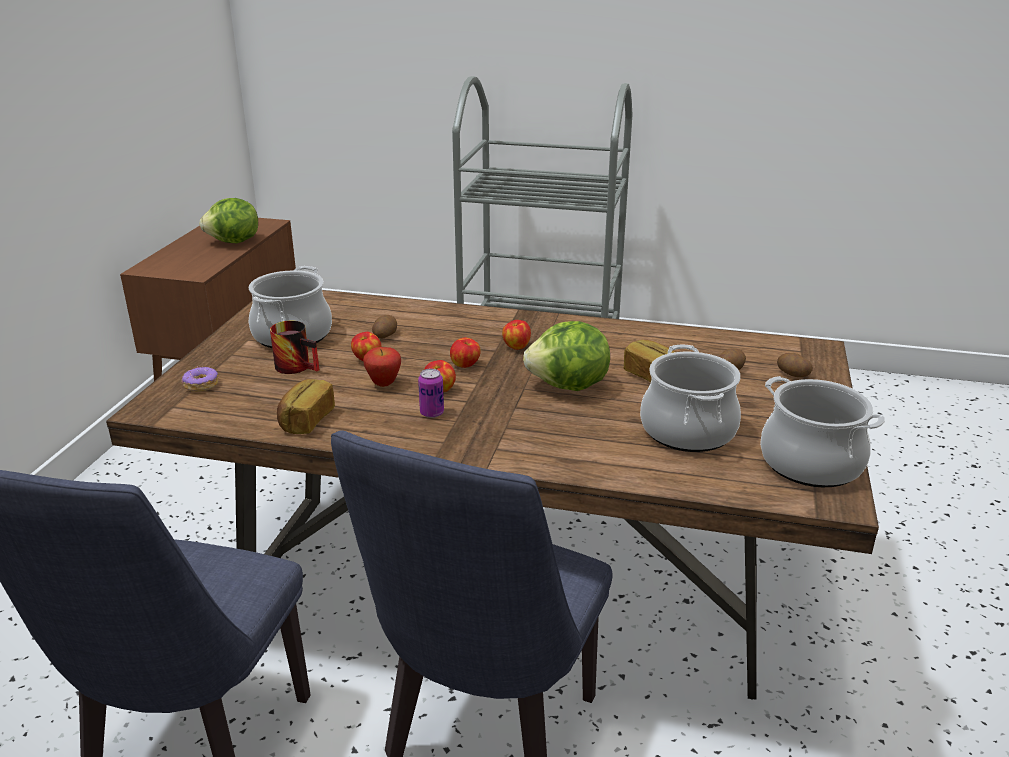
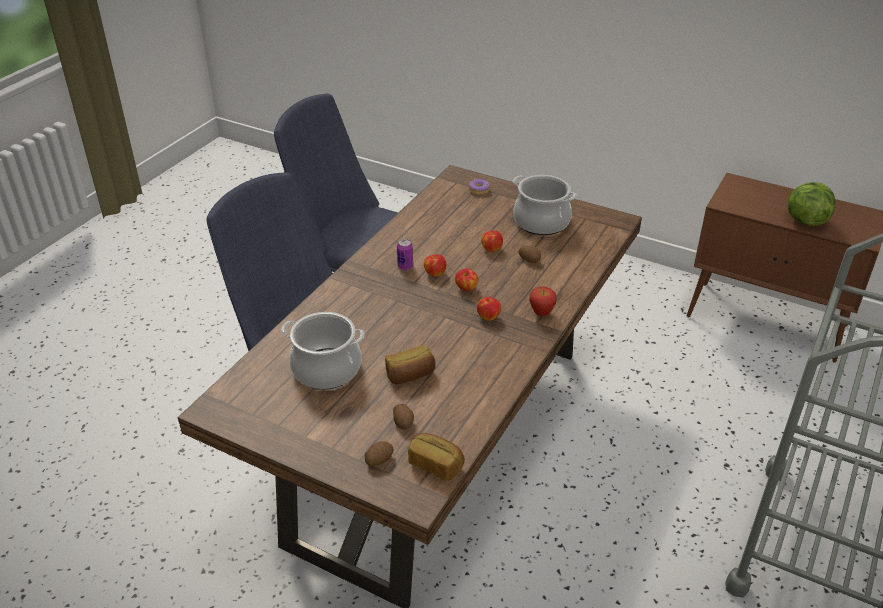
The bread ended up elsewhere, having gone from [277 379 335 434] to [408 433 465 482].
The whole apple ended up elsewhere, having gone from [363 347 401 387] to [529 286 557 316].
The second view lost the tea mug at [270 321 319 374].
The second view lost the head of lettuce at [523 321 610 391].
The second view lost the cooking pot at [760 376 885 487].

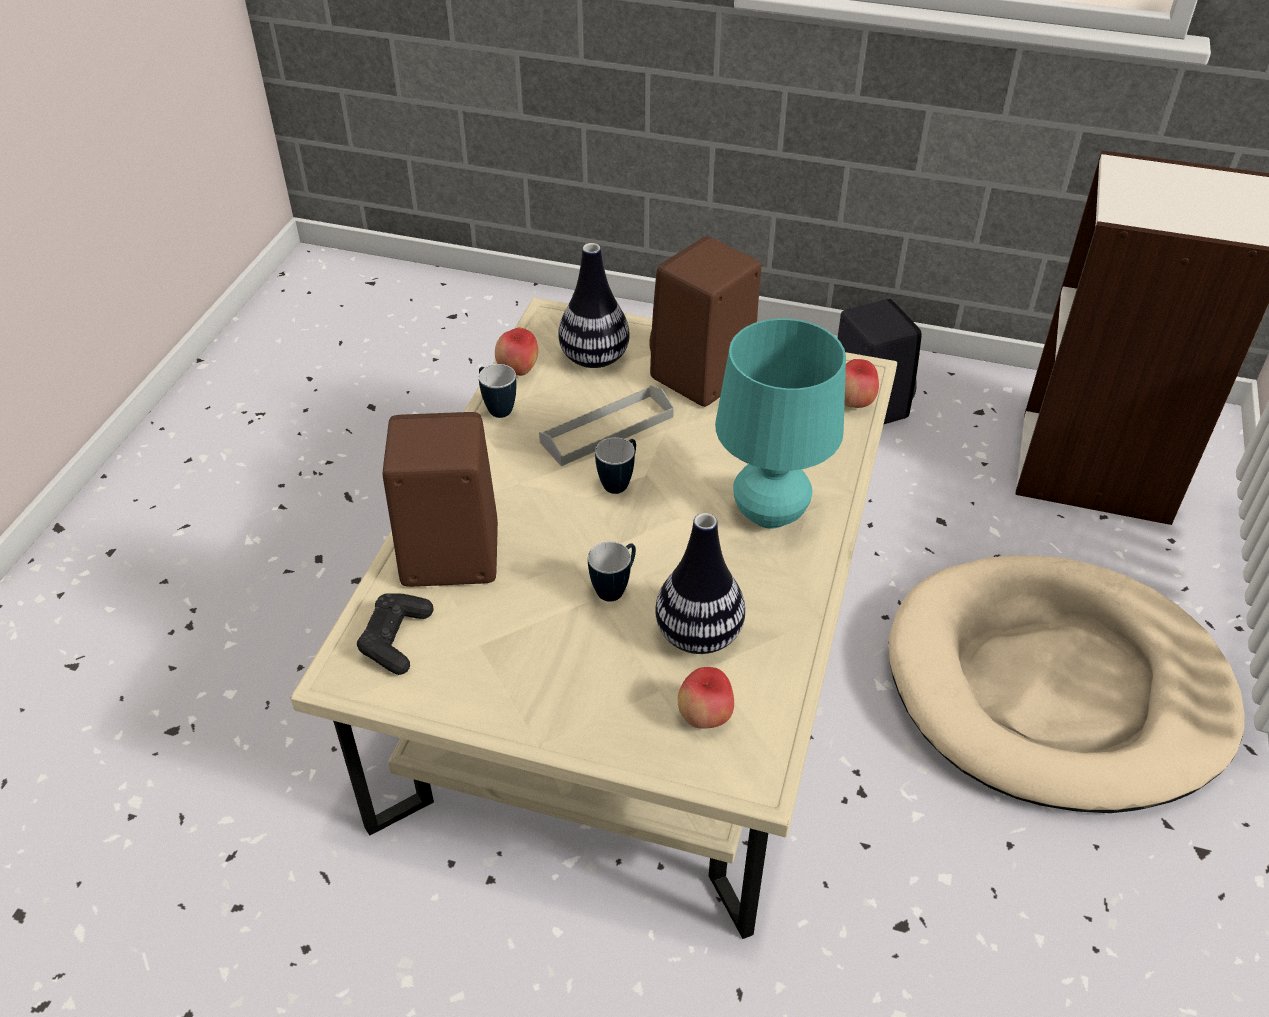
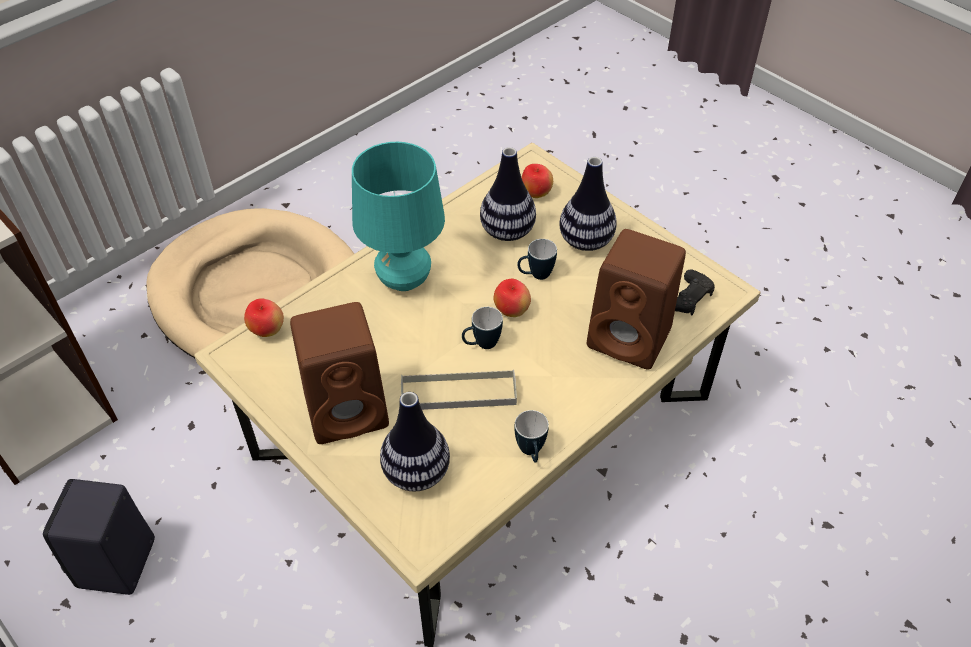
The whole apple ended up elsewhere, having gone from [495 327 538 376] to [494 279 531 317].
The second view gained the decorative vase at [560 157 617 251].

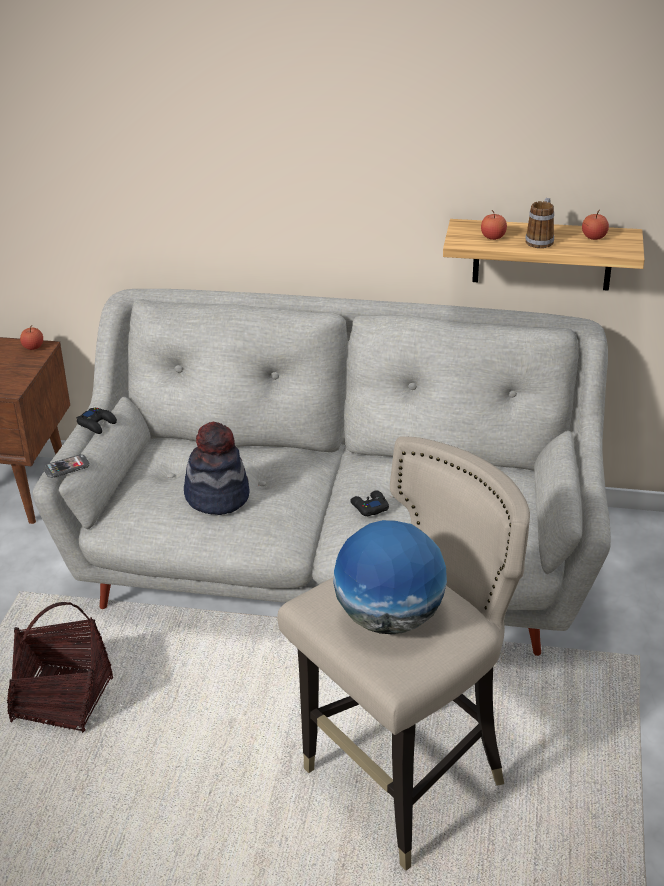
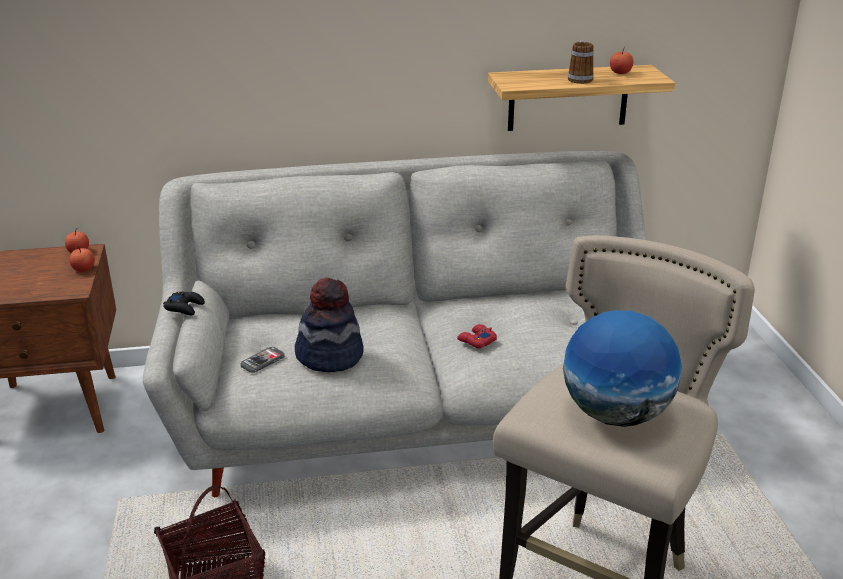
The whole apple ended up elsewhere, having gone from [481 210 507 240] to [69 246 95 272].
The phone ended up elsewhere, having gone from [43 454 90 478] to [240 347 285 373].
What was the black-coloured joypad at [350 490 389 516] turned into the red-coloured joypad at [457 324 497 348].

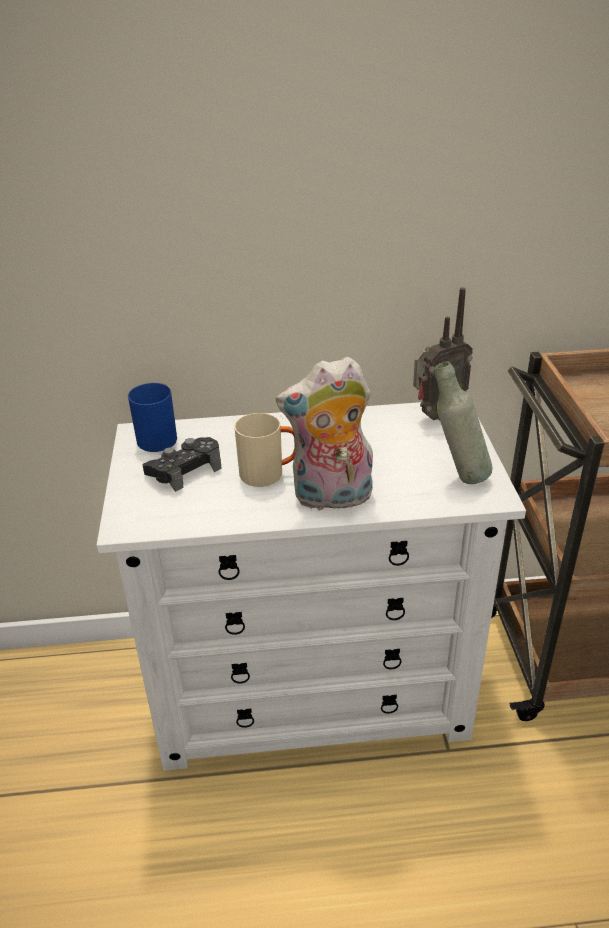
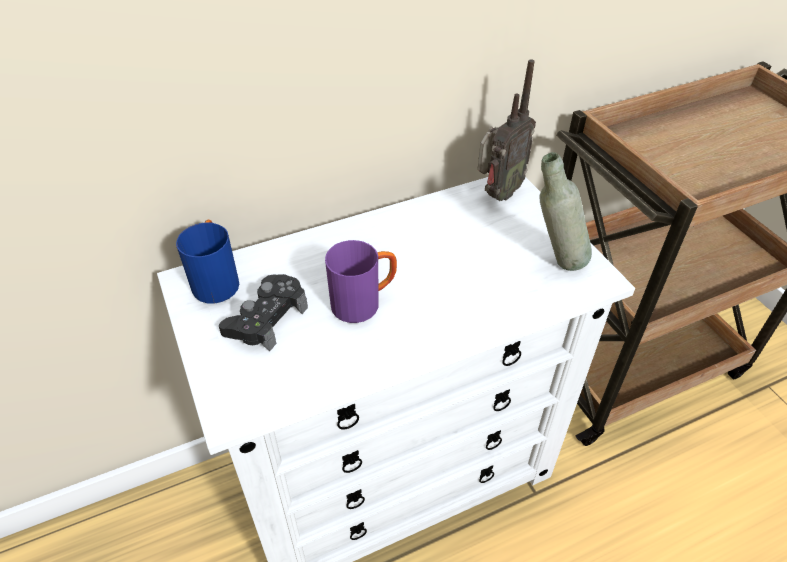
What was the sand-coloured tea mug at [234 413 295 487] turned into the purplish tea mug at [325 240 397 323].
The second view lost the plush toy at [276 357 373 510].

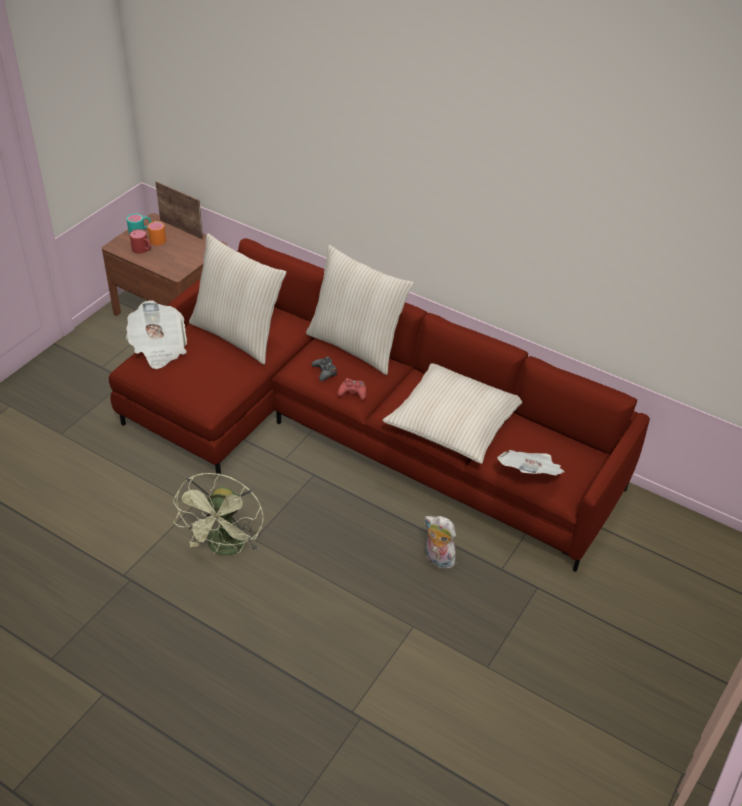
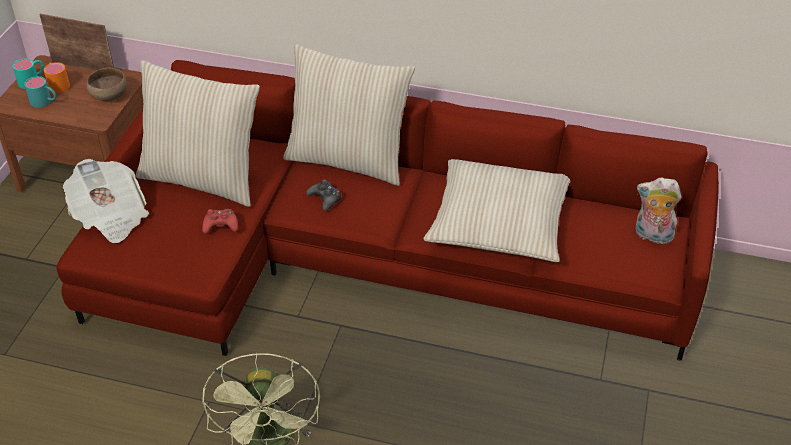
What was the red-coloured tea mug at [130 229 151 254] turned into the turquoise-coloured tea mug at [24 76 56 108].
The second view gained the brownish serving bowl at [87 68 127 101].
The red-coloured joypad ended up elsewhere, having gone from [338 378 366 400] to [202 209 238 234].
The plush toy ended up elsewhere, having gone from [425 516 456 569] to [636 177 682 244].
The second view lost the daily paper at [498 450 565 475].

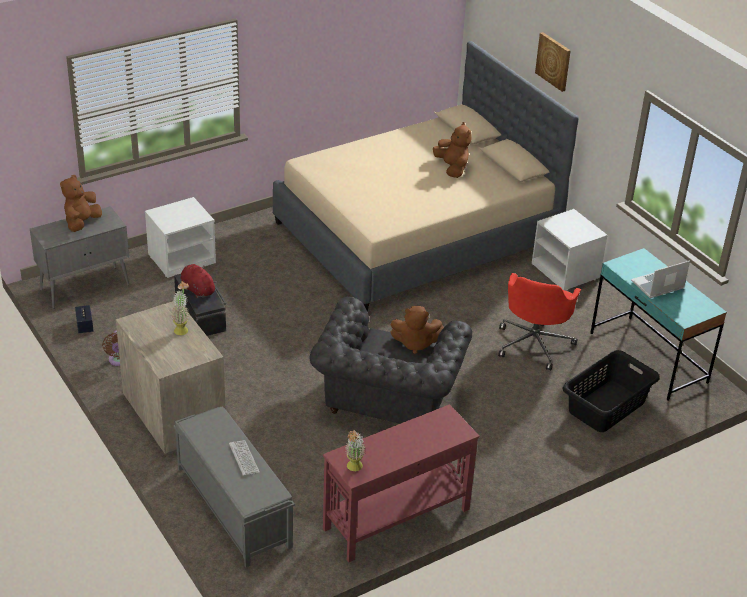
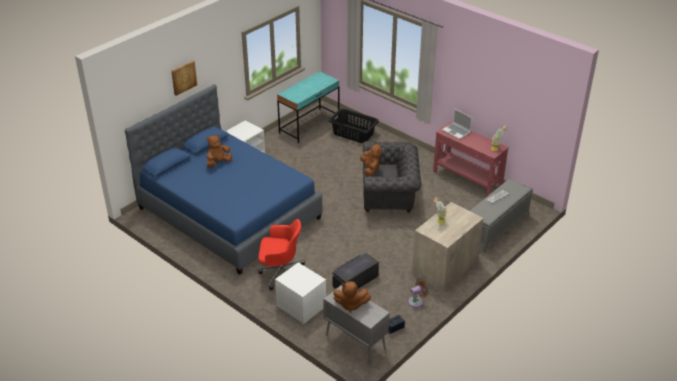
What was the sand-coloured bed at [273 41 579 311] turned into the blue bed at [125 84 323 275].
The red-coloured desk chair ended up elsewhere, having gone from [498 273 581 370] to [258 219 305 290].
The notebook computer ended up elsewhere, having gone from [631 260 690 298] to [442 109 472 139].
The second view lost the red-coloured plush toy at [181 264 217 298].

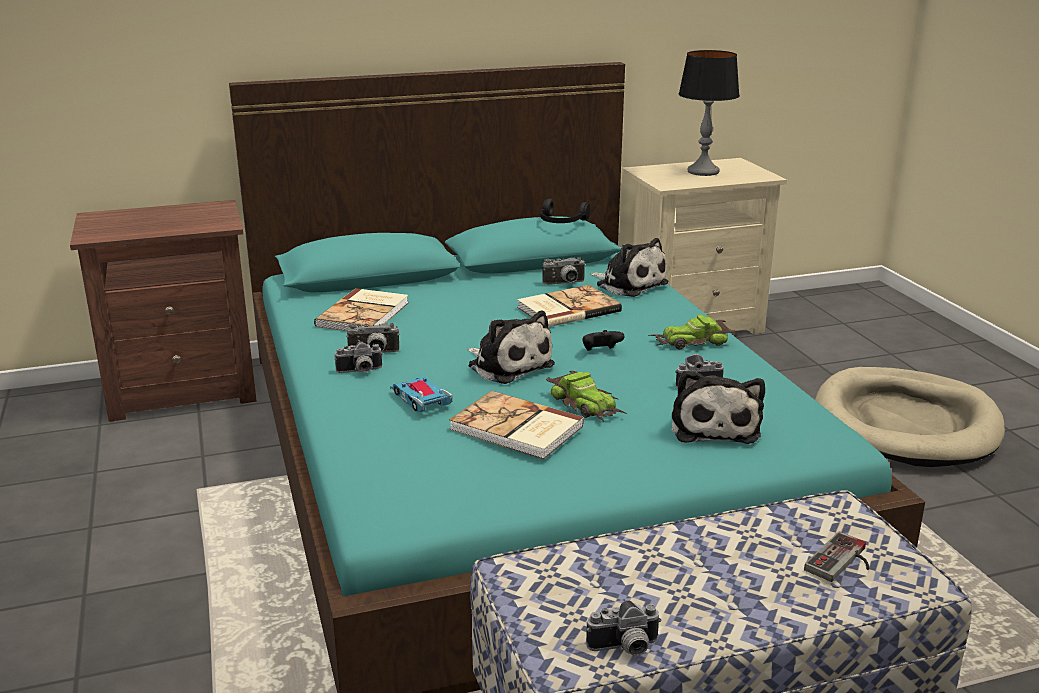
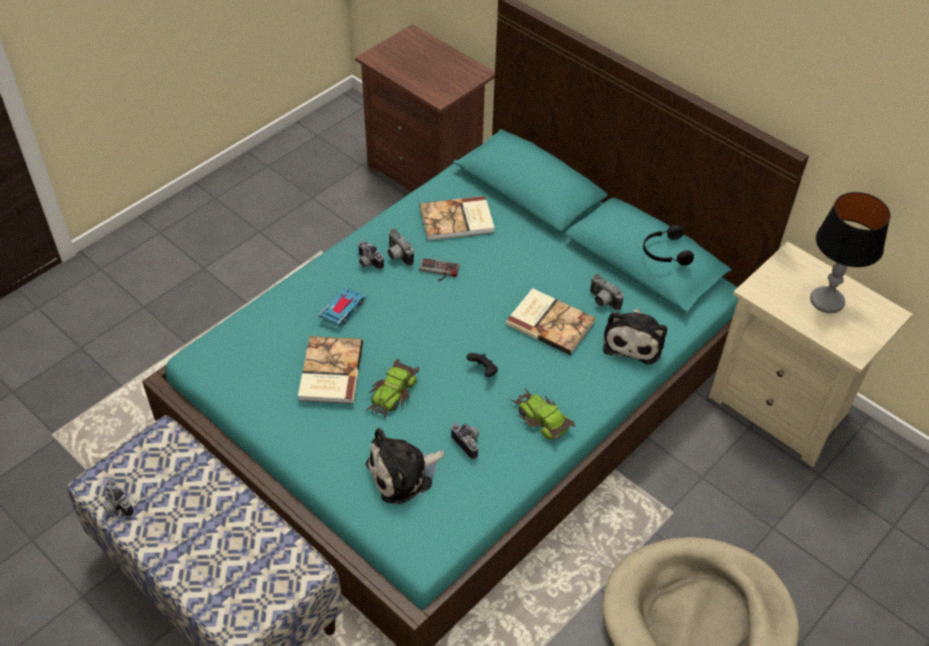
The joypad ended up elsewhere, having gone from [804 532 869 582] to [419 258 460 281].
The second view lost the plush toy at [467 311 555 384].

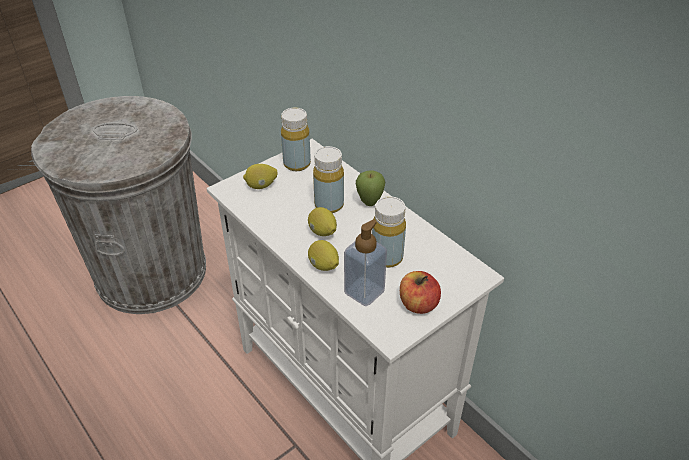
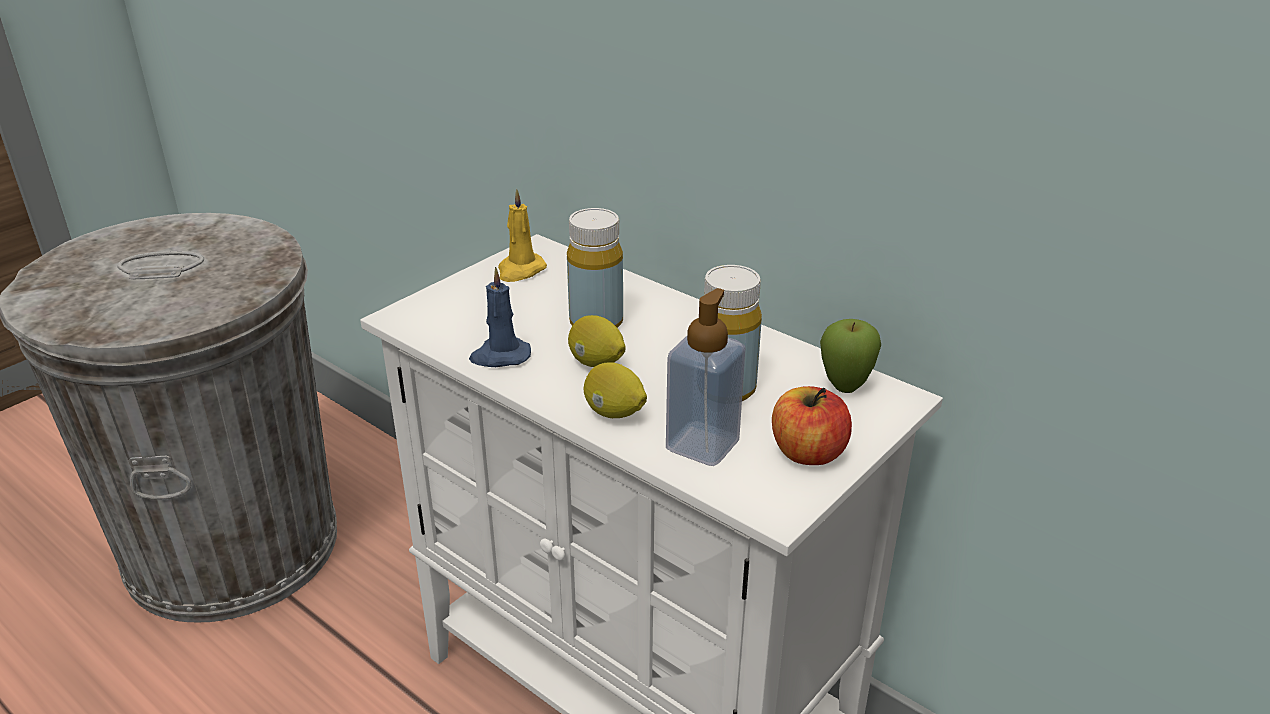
The second view gained the blue wax candle at [469 267 531 367].
Where the yellow drink bottle stood at [281 108 311 171], the yellow wax candle came to stand at [498 189 547 282].
The whole apple ended up elsewhere, having gone from [356 170 385 206] to [820 319 881 393].
The second view lost the citrus fruit at [243 164 277 189].

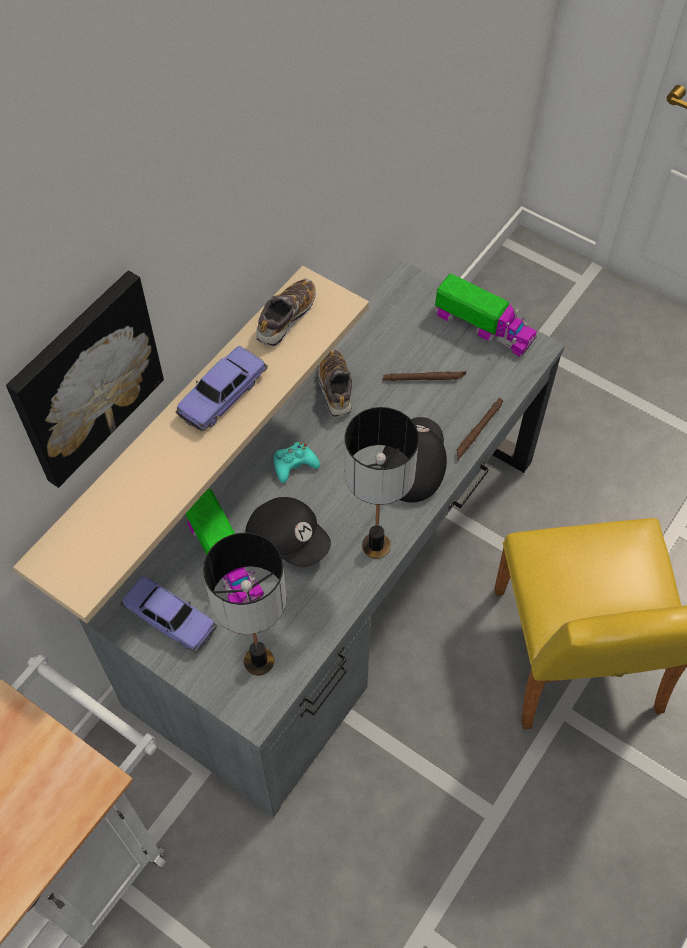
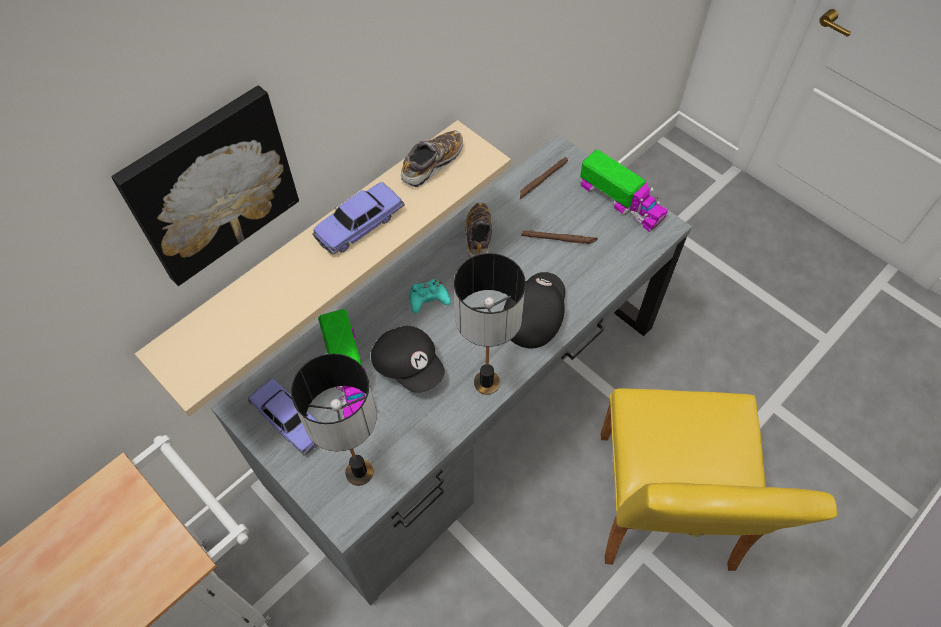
The brownish flashlight ended up elsewhere, having gone from [457 398 503 460] to [520 157 568 199].

